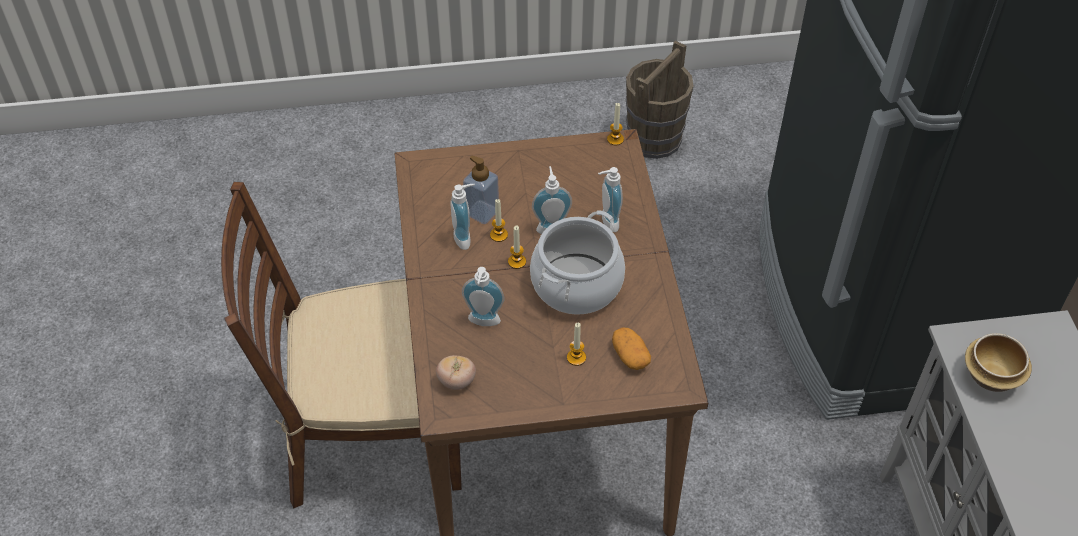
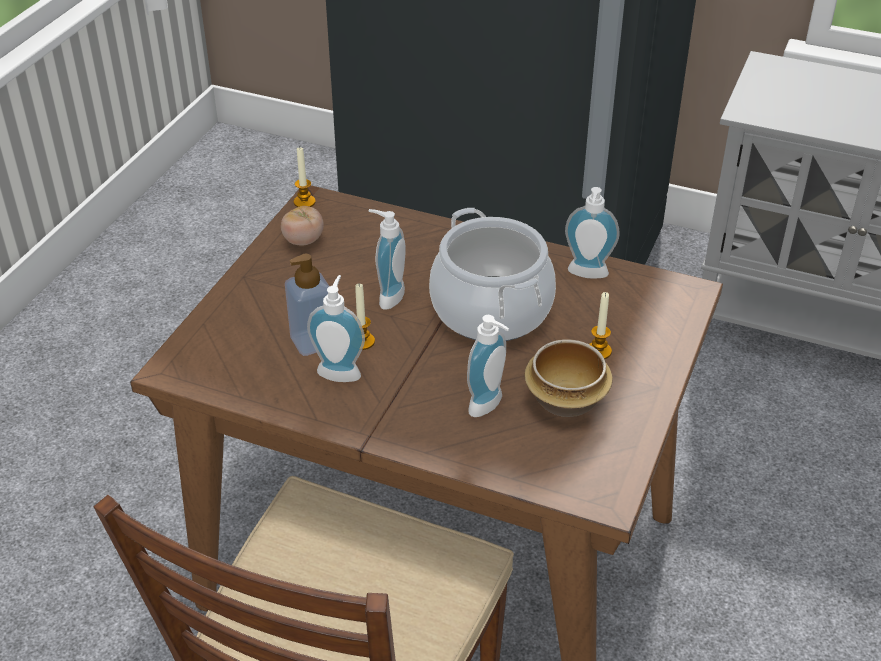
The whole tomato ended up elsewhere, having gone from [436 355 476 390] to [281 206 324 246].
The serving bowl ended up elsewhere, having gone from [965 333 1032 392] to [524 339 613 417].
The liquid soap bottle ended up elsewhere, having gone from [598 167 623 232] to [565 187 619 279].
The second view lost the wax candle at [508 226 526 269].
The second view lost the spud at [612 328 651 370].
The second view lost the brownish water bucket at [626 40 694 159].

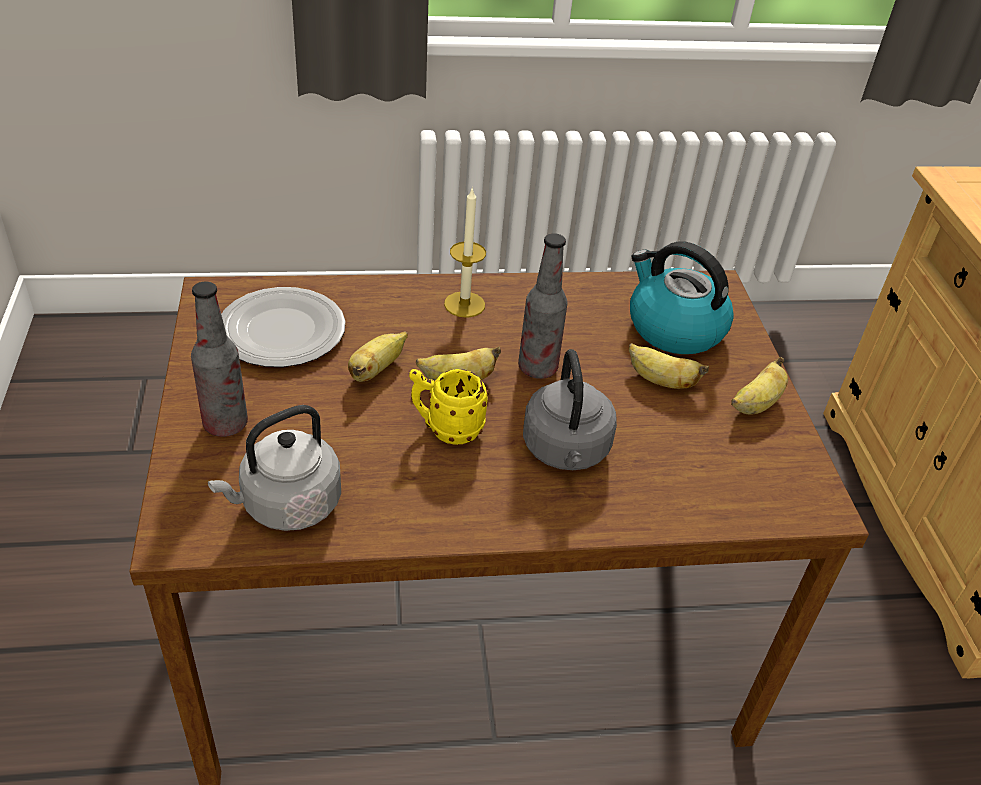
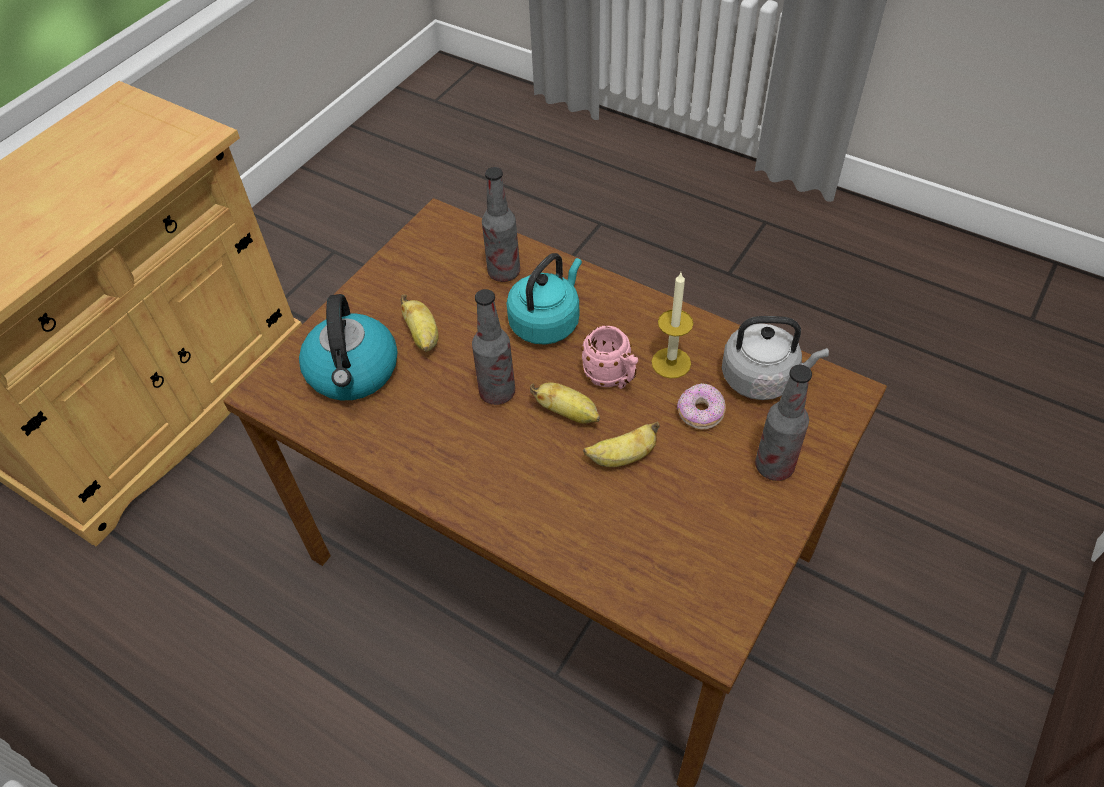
The second view gained the drink bottle at [482 167 520 282].
What was the greyish kettle at [523 349 617 470] turned into the turquoise-coloured kettle at [506 253 582 345].
What was the yellow tea mug at [409 369 489 445] turned into the pinkish tea mug at [581 326 638 389].
The wax candle ended up elsewhere, having gone from [444 187 486 318] to [651 273 693 379].
The second view gained the ring doughnut at [677 383 726 429].
The second view lost the dinner plate at [221 287 345 367].
The second view lost the banana at [731 357 788 415].

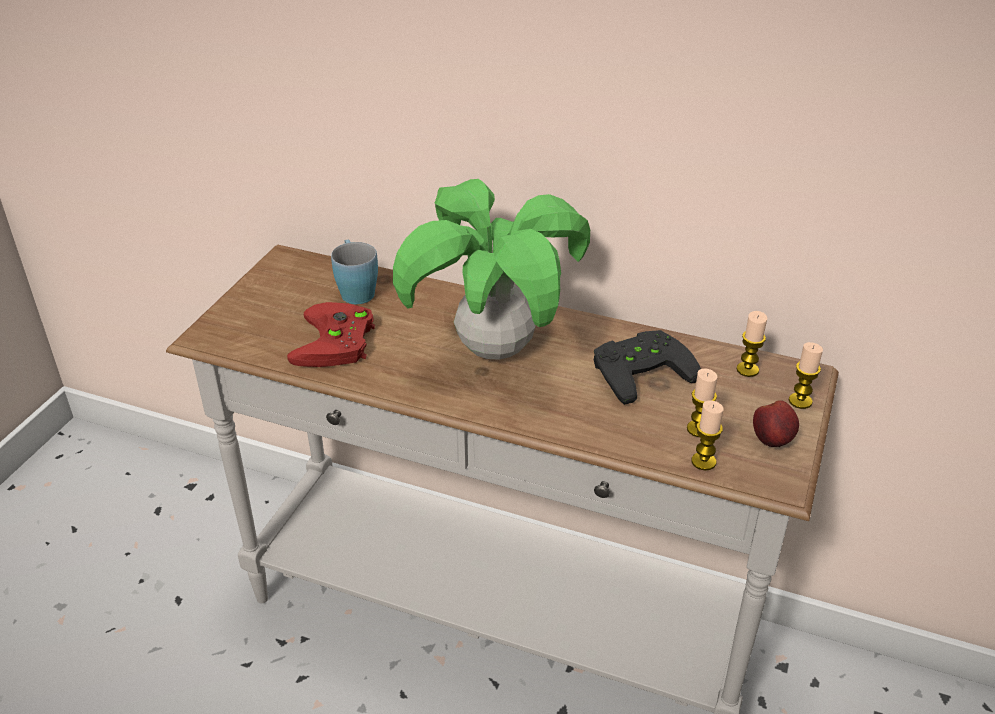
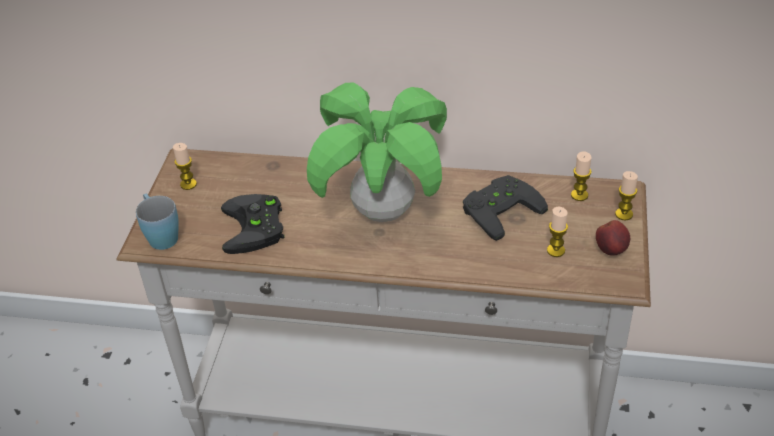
The blue tea mug ended up elsewhere, having gone from [331 240 378 304] to [136 193 179 250].
The wax candle ended up elsewhere, having gone from [691 400 724 470] to [173 143 197 190].
What was the red-coloured joypad at [287 302 375 367] turned into the black-coloured joypad at [221 194 285 254].

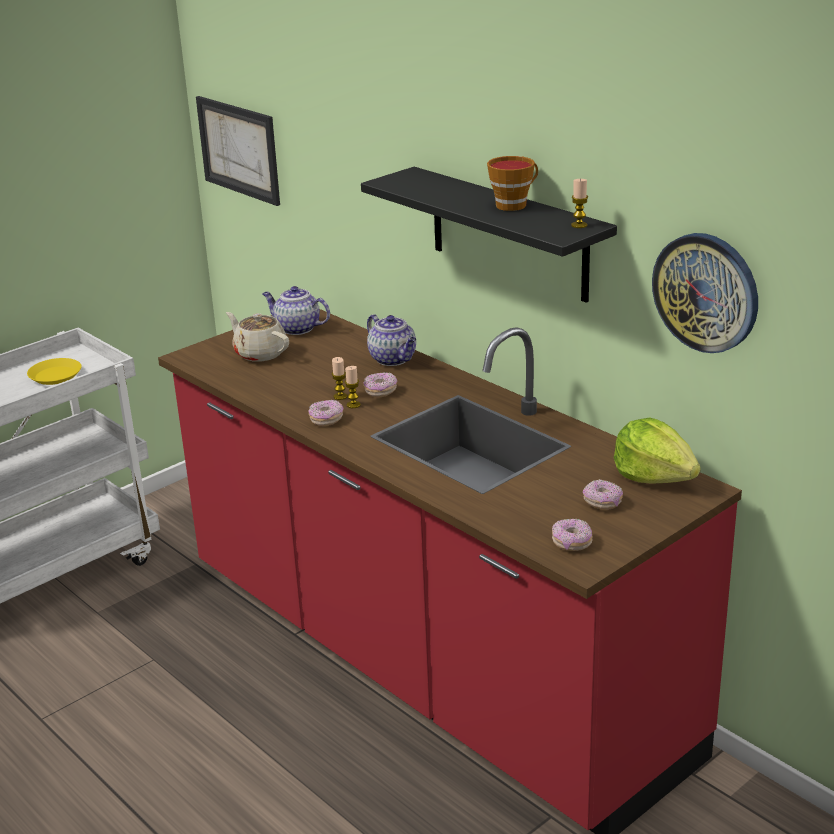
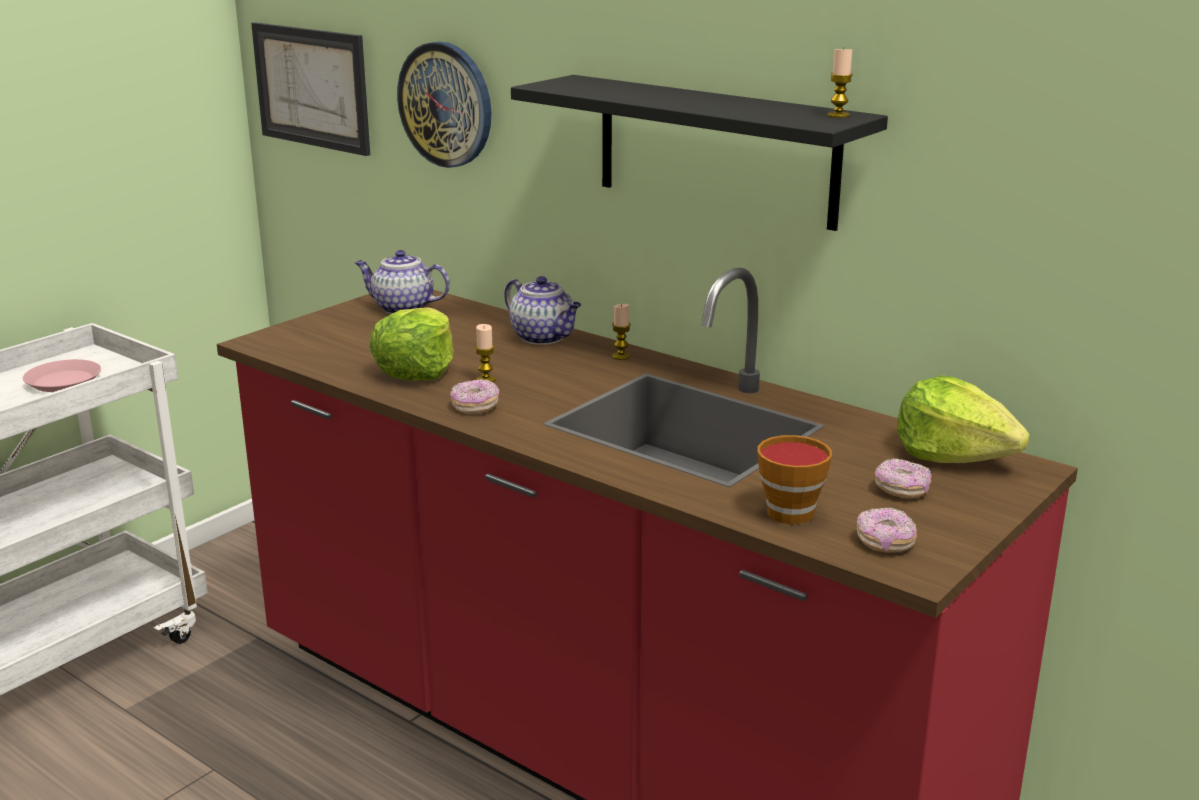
What was the yellow dinner plate at [27 358 82 385] turned into the pinkish dinner plate at [23 359 101 392].
The second view gained the head of lettuce at [369 307 454 381].
The hanging clock ended up elsewhere, having gone from [652 233 758 353] to [397 42 492 168].
The wax candle ended up elsewhere, having gone from [345 366 361 408] to [612 304 631 360].
The drinking cup ended up elsewhere, having gone from [487 156 538 211] to [757 435 832 524].
The second view lost the sand-coloured tea pot at [226 312 289 362].
The second view lost the ring doughnut at [364 372 397 397].

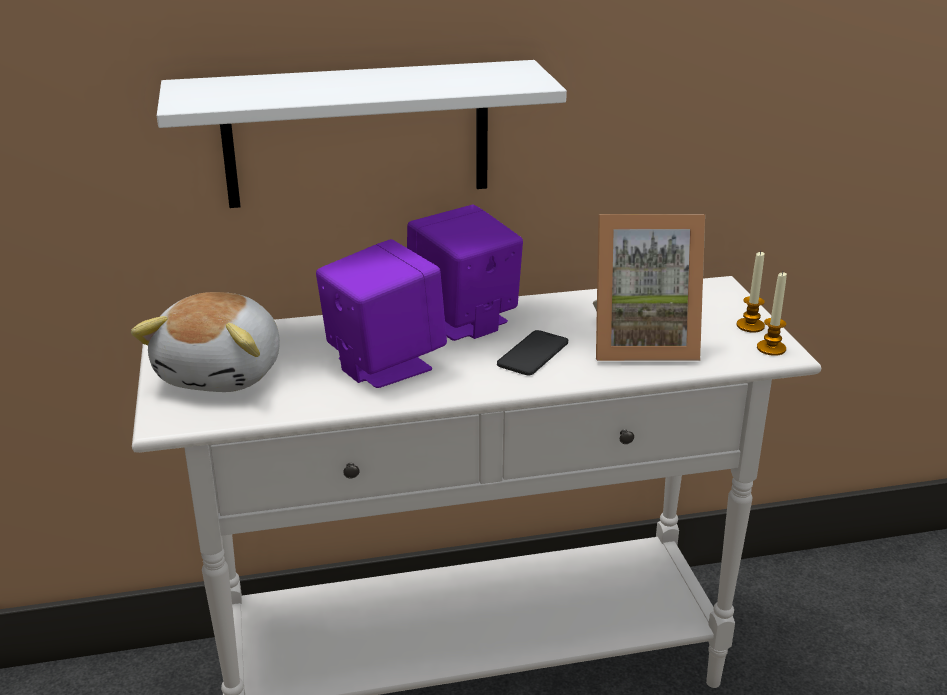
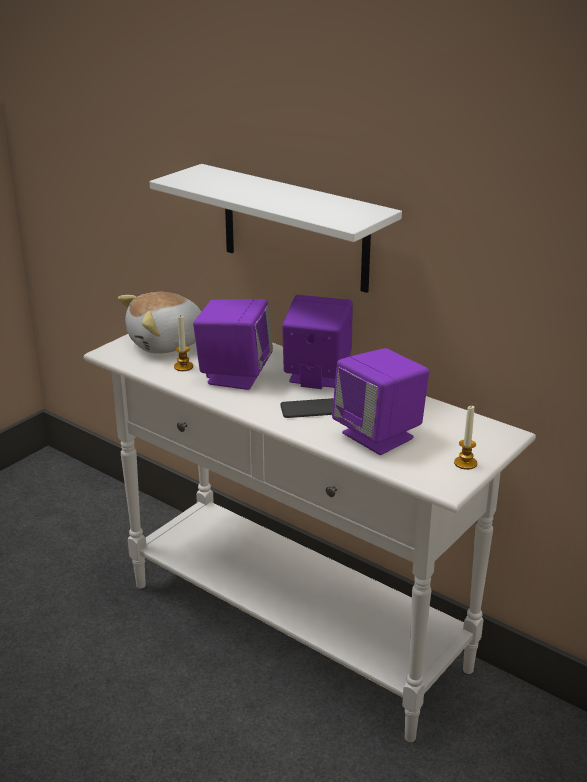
The wax candle ended up elsewhere, having gone from [757 272 787 356] to [174 315 193 371].
Where the picture frame stood at [593 214 705 361], the purplish speaker came to stand at [332 348 429 455].

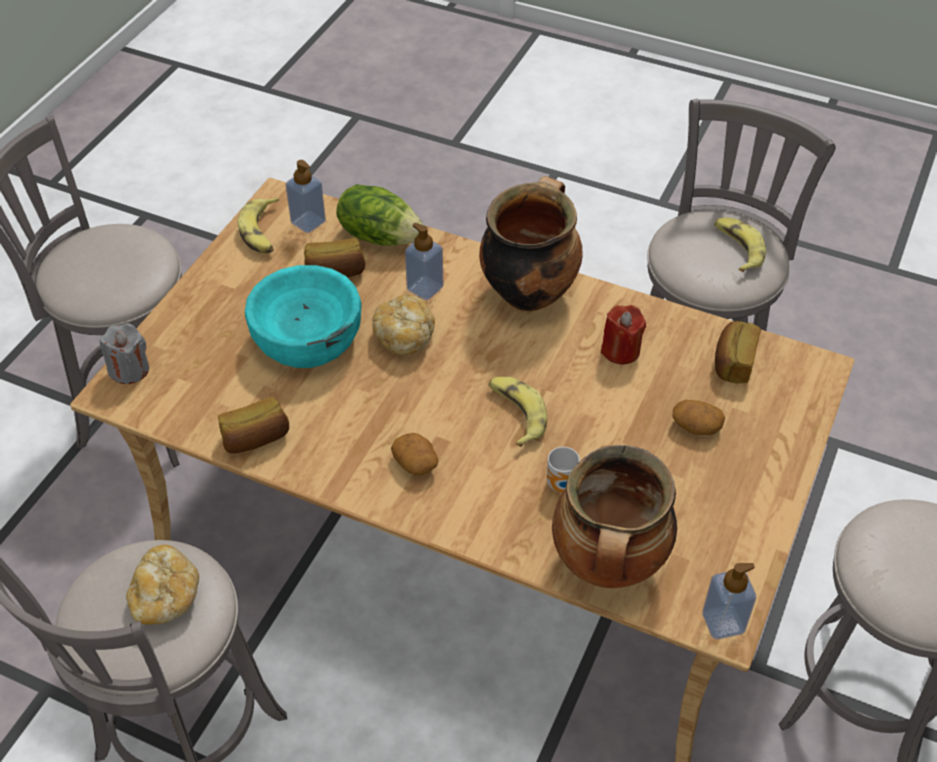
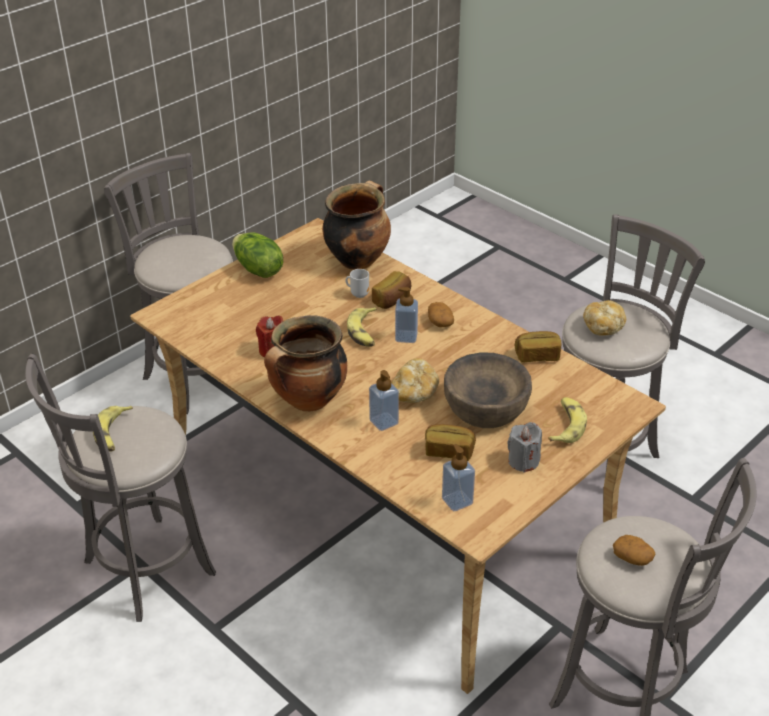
The head of lettuce ended up elsewhere, having gone from [336 184 423 246] to [232 232 283 278].
The bread ended up elsewhere, having gone from [715 321 761 383] to [372 271 411 309].
The liquid soap bottle ended up elsewhere, having gone from [702 563 756 639] to [395 287 418 343].
What was the turquoise-coloured serving bowl at [245 265 361 368] turned into the brownish serving bowl at [444 353 532 428].
The greyish wax candle ended up elsewhere, having gone from [100 323 149 384] to [507 422 542 473].
The banana ended up elsewhere, having gone from [238 197 279 253] to [548 397 587 443].
The spud ended up elsewhere, having gone from [672 400 725 435] to [613 535 656 566].

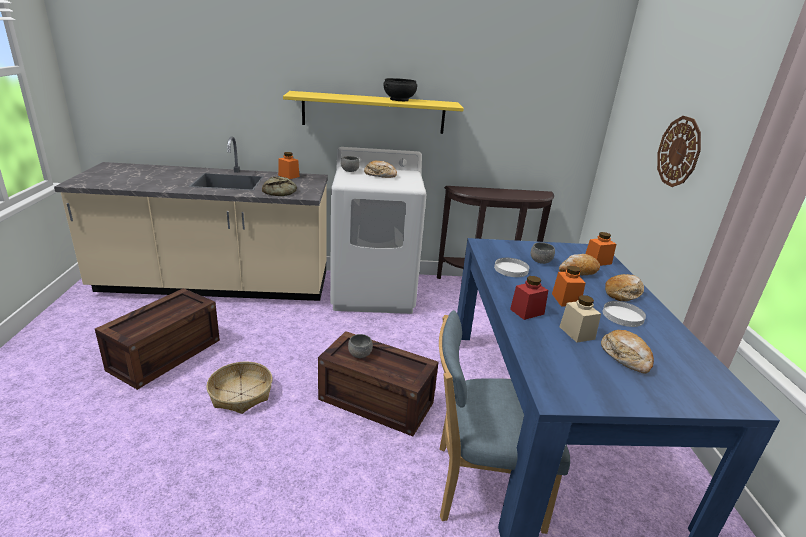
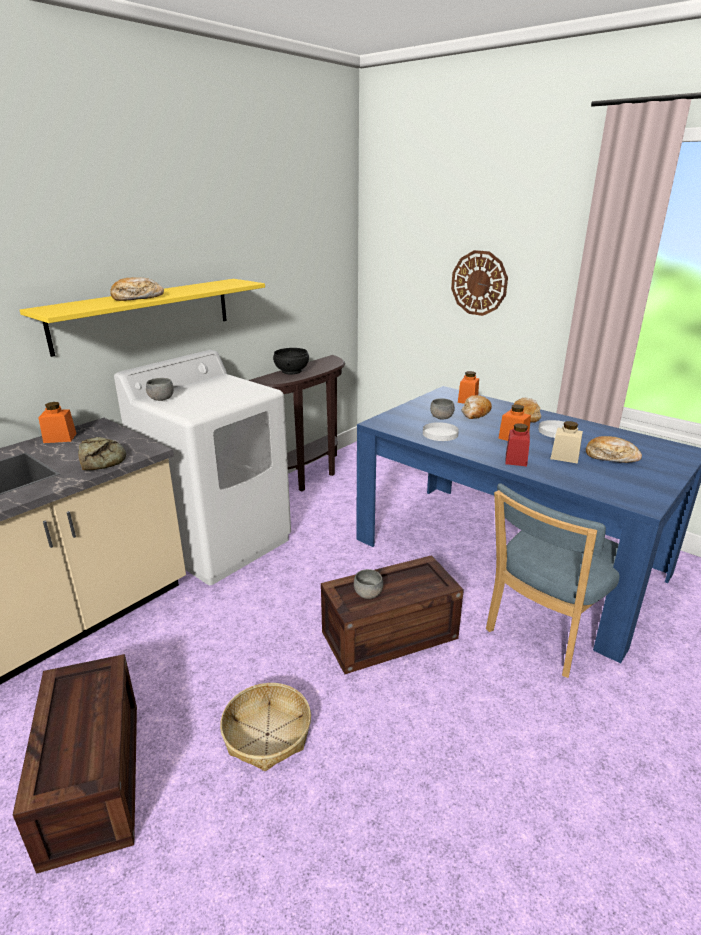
The bread ended up elsewhere, having gone from [364 161 397 178] to [110 277 164 301].
The black-coloured serving bowl ended up elsewhere, having gone from [384 78 417 101] to [273 348 309 375].

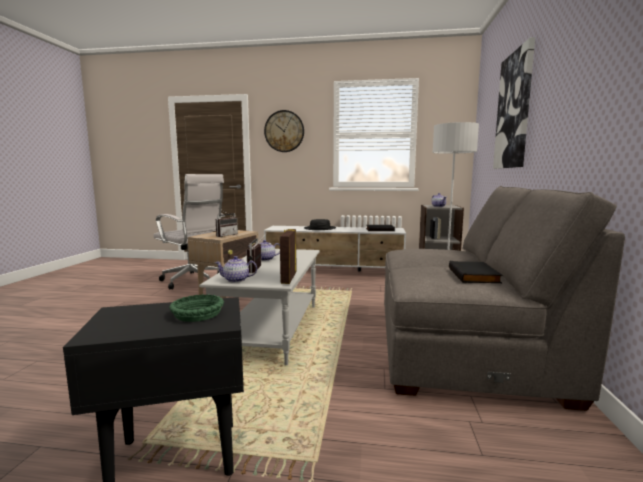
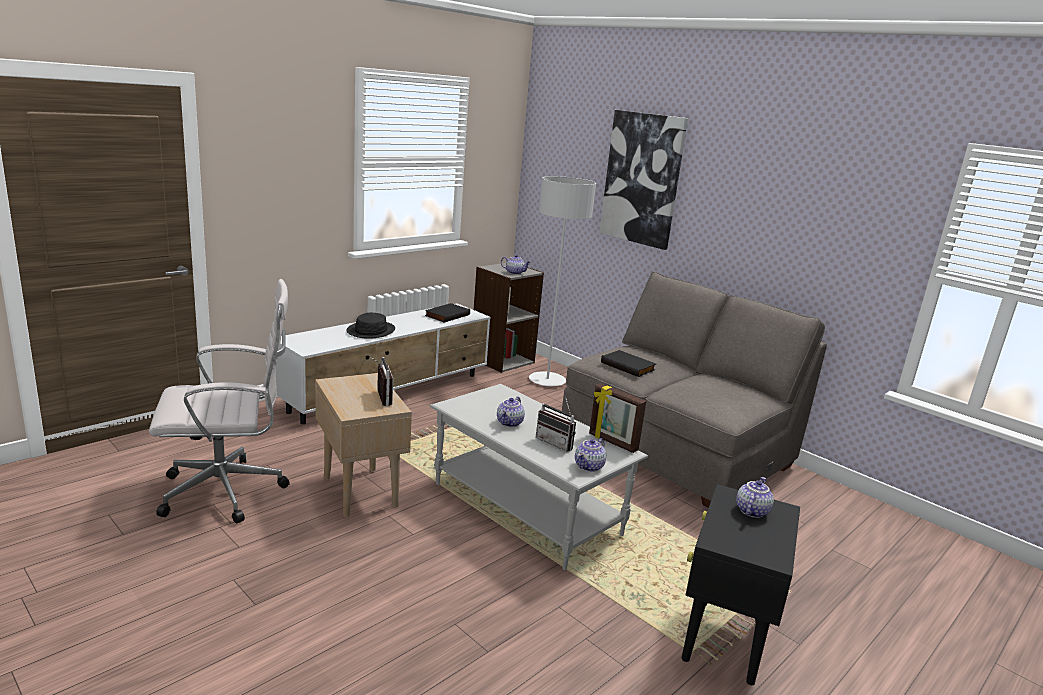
The black-coloured bound book ended up elsewhere, having gone from [449 261 502 283] to [601 350 656 377].
Where the green serving bowl stood at [169 294 224 322], the tea pot came to stand at [736 477 774 518].
The second view lost the hanging clock at [264 110 304 152].

